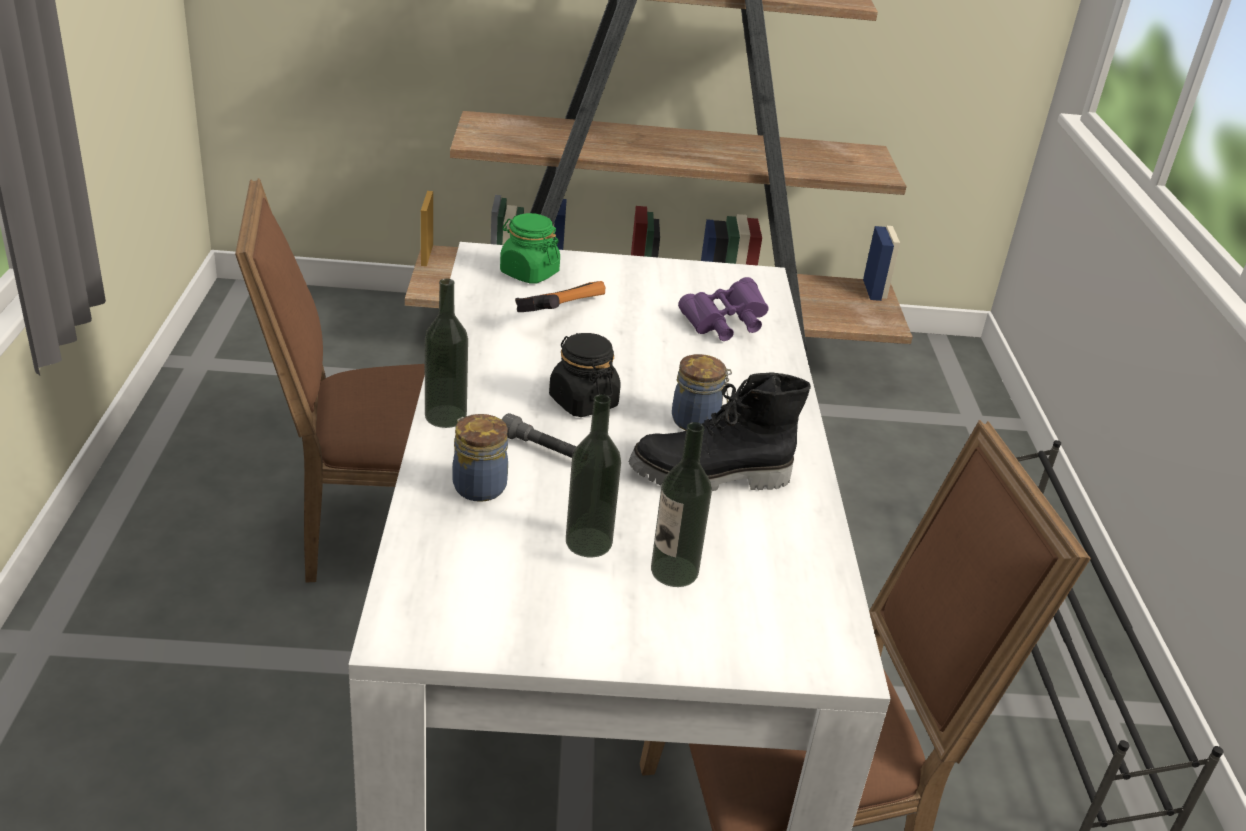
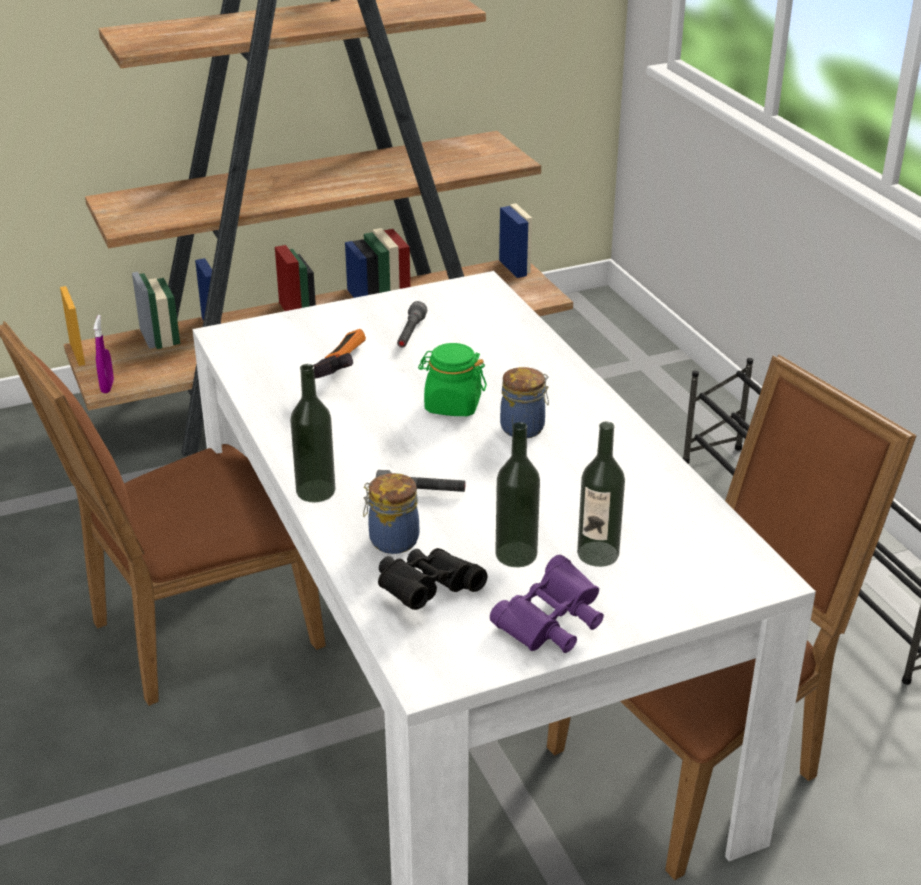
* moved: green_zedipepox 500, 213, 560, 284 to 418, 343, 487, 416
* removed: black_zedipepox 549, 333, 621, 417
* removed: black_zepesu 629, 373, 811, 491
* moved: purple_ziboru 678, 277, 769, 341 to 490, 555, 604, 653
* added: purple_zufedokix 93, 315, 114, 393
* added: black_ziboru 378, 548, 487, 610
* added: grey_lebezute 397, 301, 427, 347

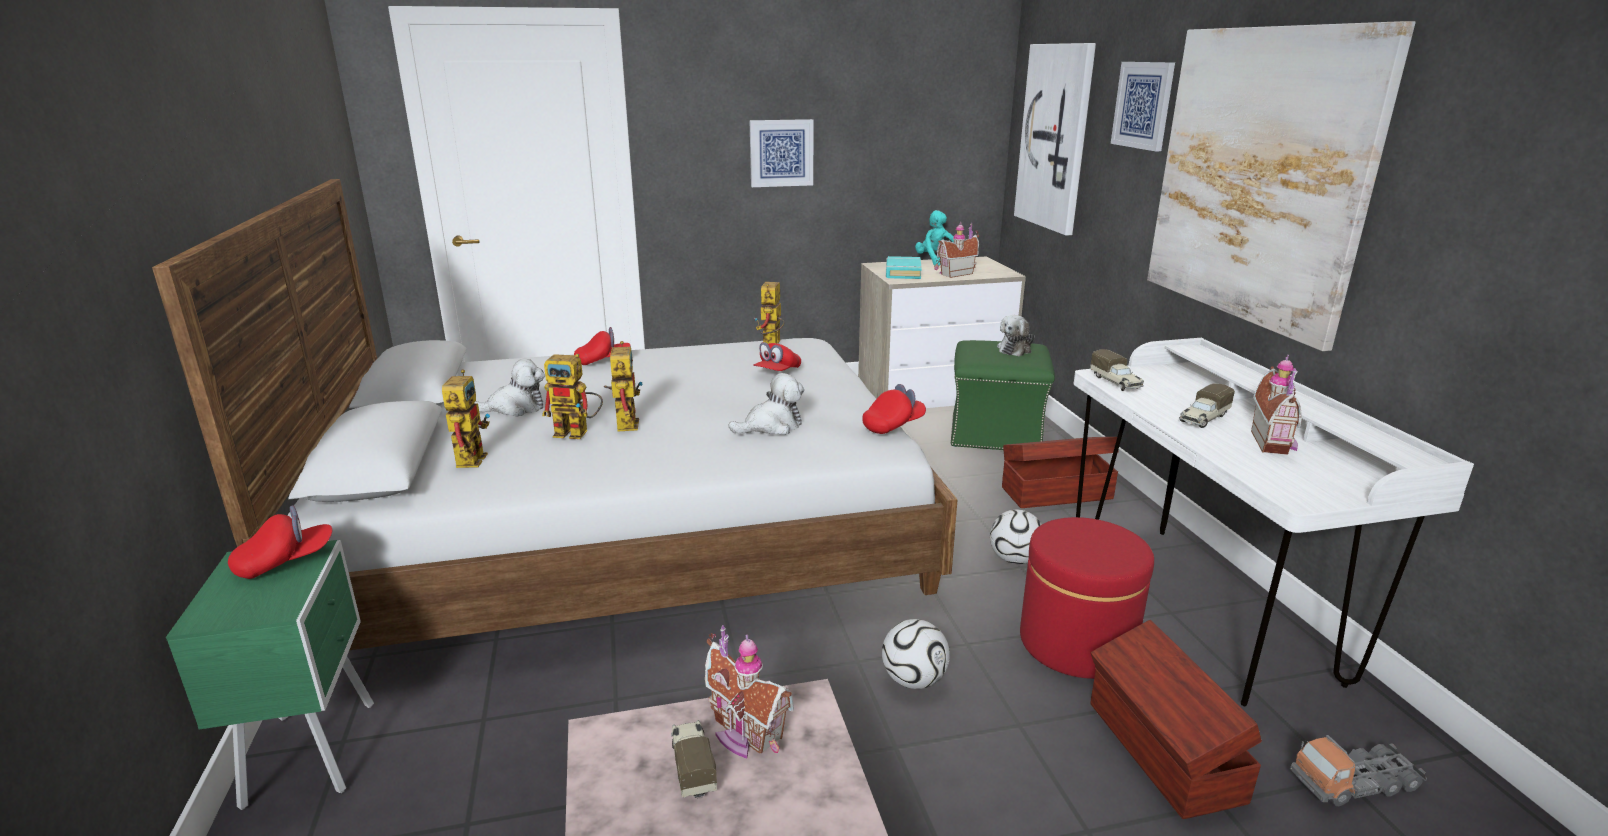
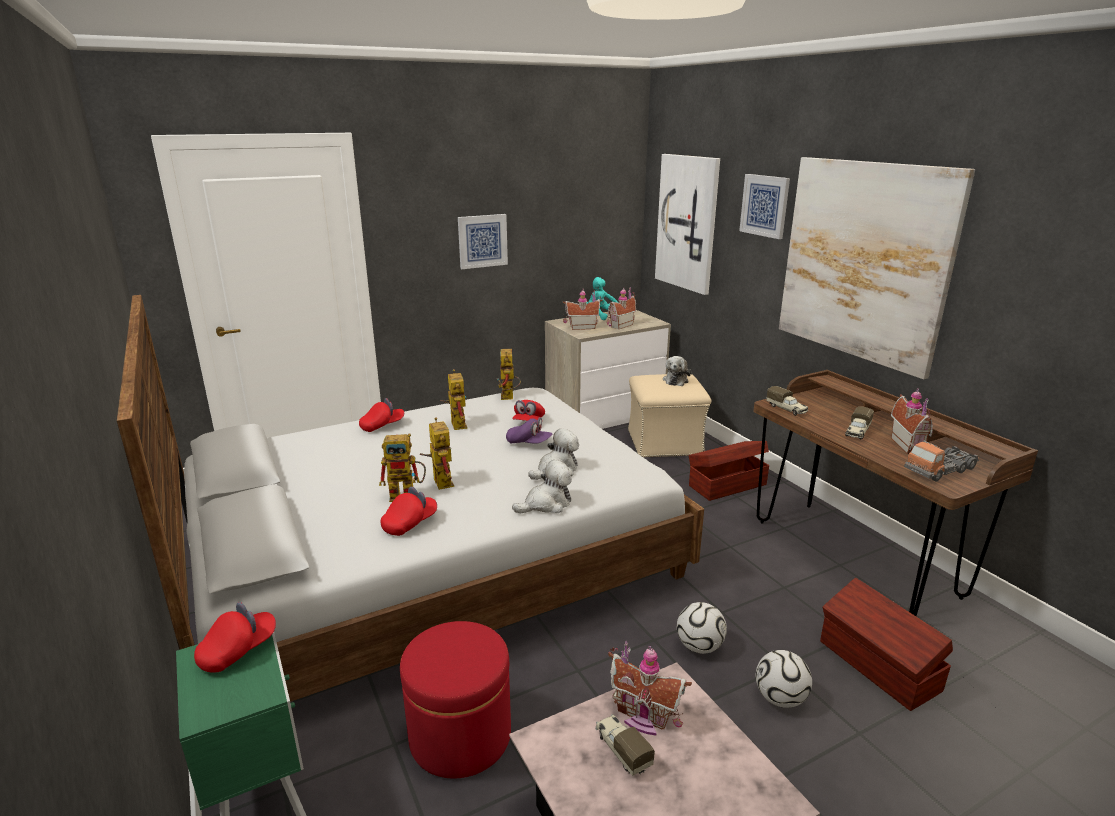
* moved: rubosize 442, 369, 490, 468 to 440, 369, 468, 430
* moved: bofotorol 474, 359, 545, 417 to 512, 460, 573, 513
* moved: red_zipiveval 862, 384, 926, 434 to 381, 487, 437, 536
* replaced: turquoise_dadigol 886, 256, 922, 279 to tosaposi 563, 289, 603, 330
* recoloured: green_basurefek 951, 340, 1055, 450 to beige_basurefek 628, 374, 711, 457
* moved: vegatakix 990, 509, 1042, 564 to 756, 650, 812, 708
* moved: red_basurefek 1020, 517, 1154, 679 to 400, 621, 511, 779
* recoloured: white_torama 1074, 338, 1474, 706 to brown_torama 753, 370, 1038, 616
* moved: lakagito 1290, 735, 1427, 806 to 904, 441, 979, 481
* added: purple_zipiveval 506, 417, 552, 444

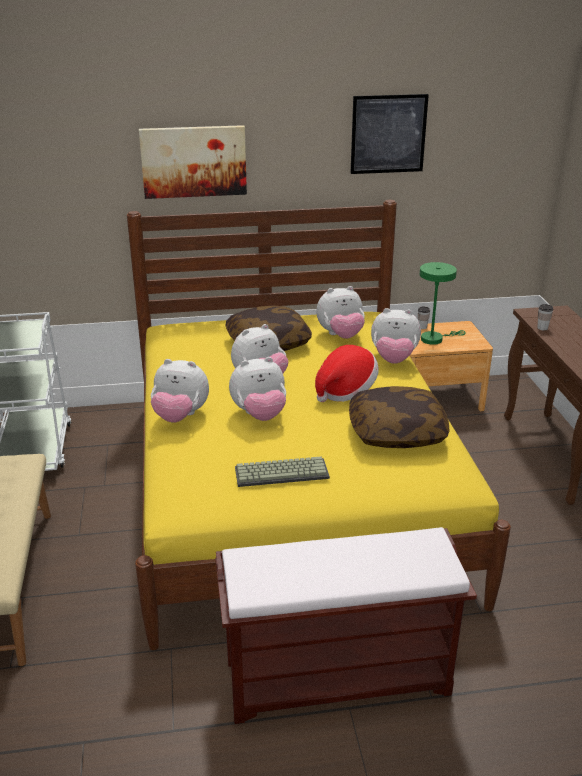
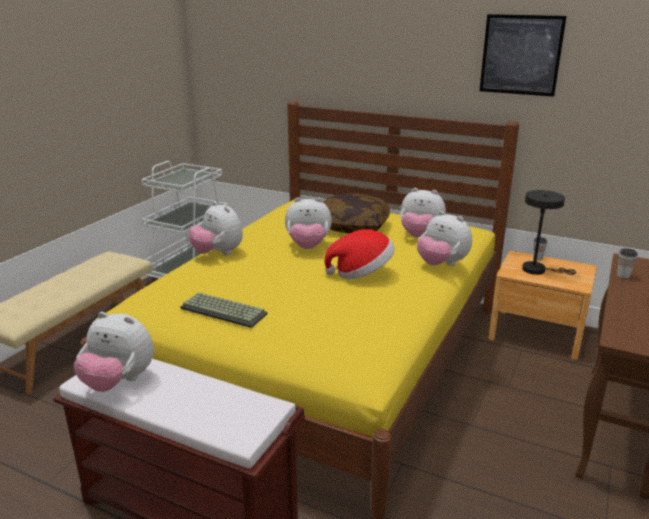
* removed: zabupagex 139, 125, 247, 199
* moved: bofotorol 229, 357, 286, 421 to 74, 312, 154, 392
* removed: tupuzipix 349, 386, 450, 448
* recoloured: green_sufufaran 420, 262, 466, 345 to black_sufufaran 522, 190, 576, 275

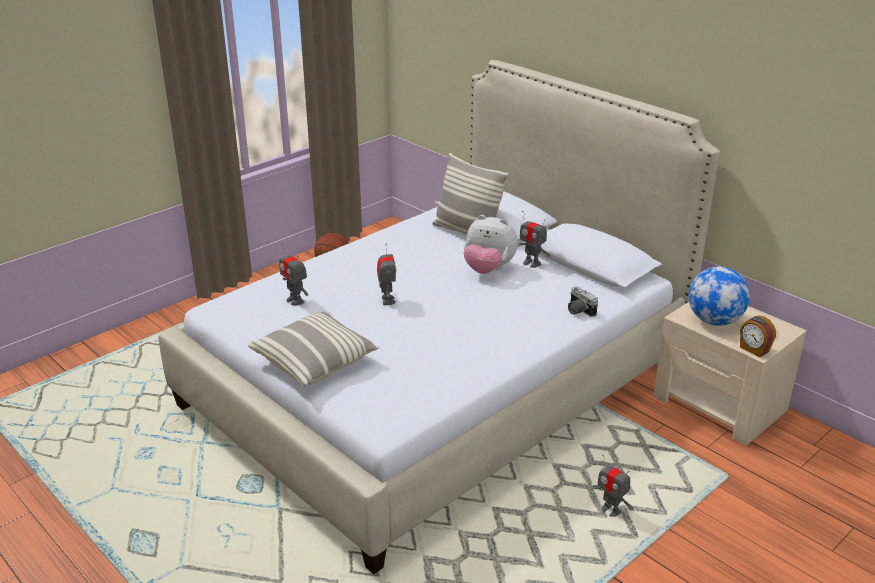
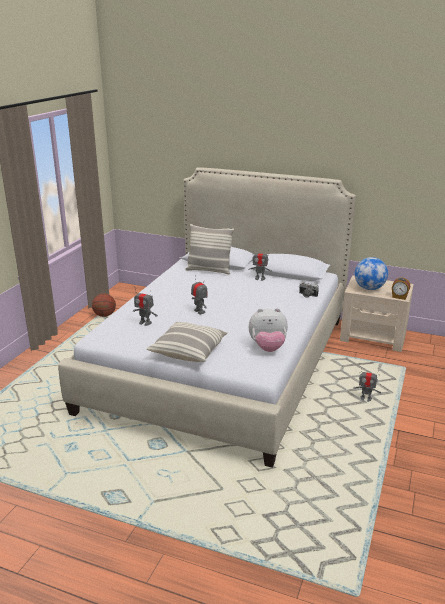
* moved: bofotorol 464, 215, 518, 274 to 249, 308, 288, 352

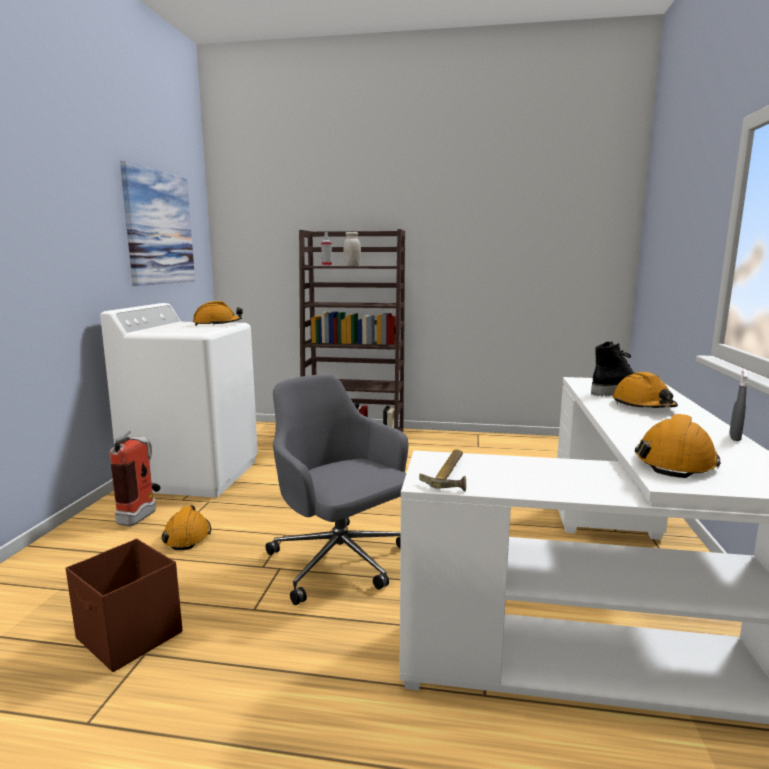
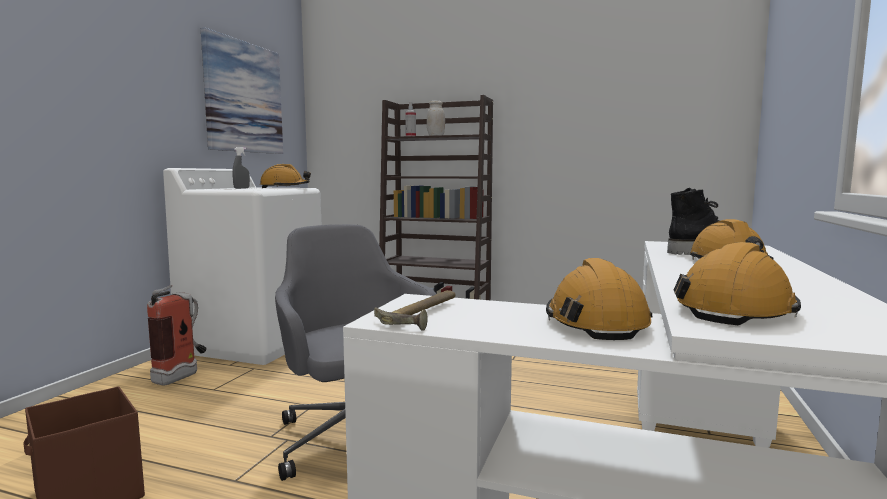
* moved: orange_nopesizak 161, 505, 211, 550 to 546, 258, 653, 340
* moved: grey_zufedokix 729, 370, 748, 441 to 232, 147, 250, 189

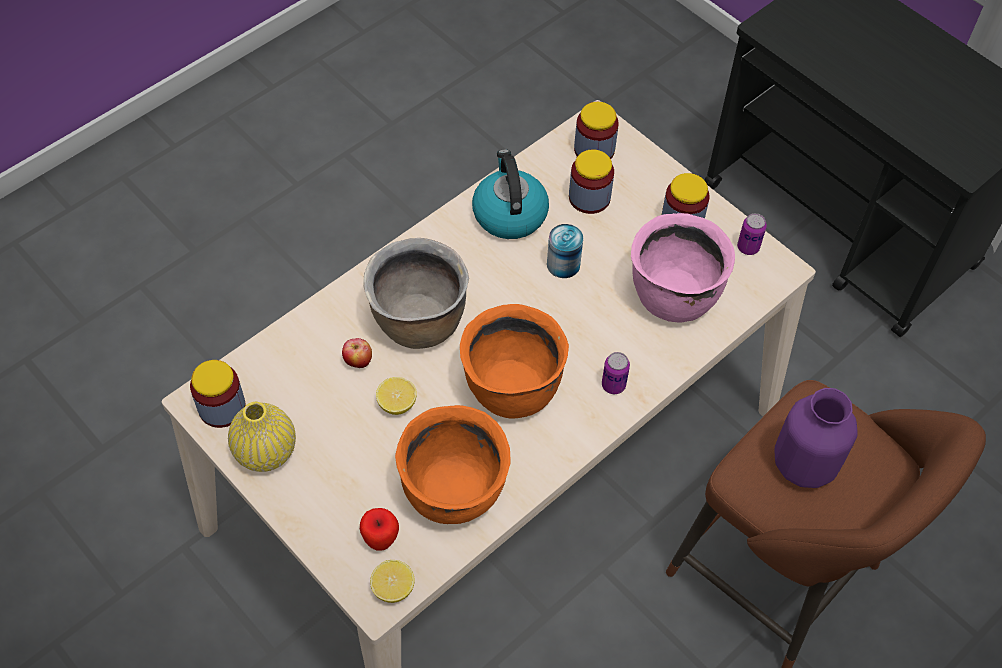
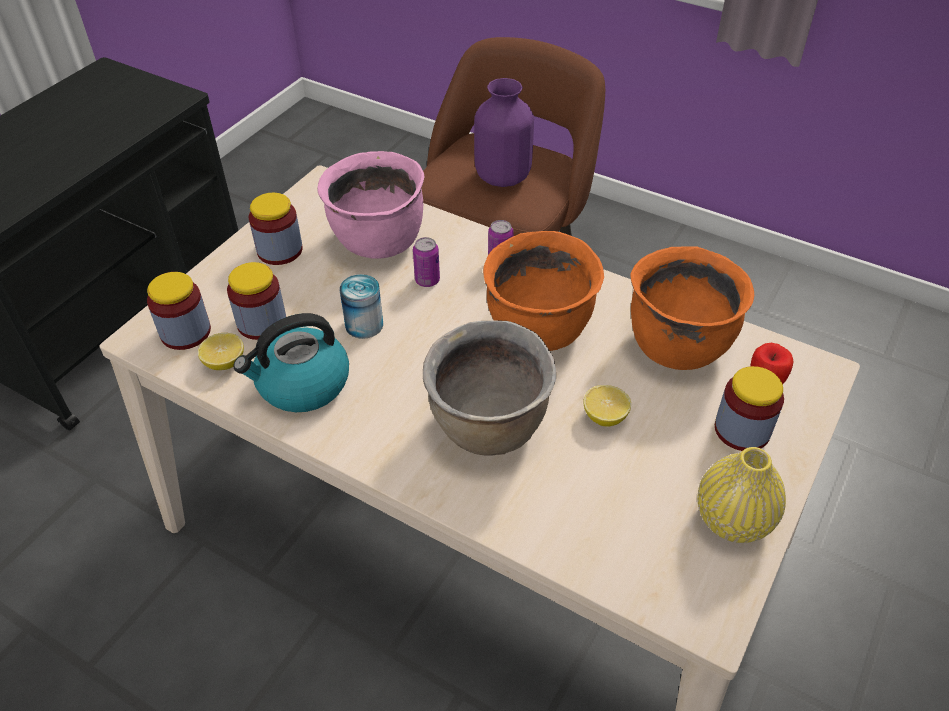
* moved: zedipepox 190, 360, 246, 428 to 715, 366, 784, 451
* removed: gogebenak 342, 338, 372, 368
* moved: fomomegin 370, 560, 414, 603 to 198, 333, 244, 370
* moved: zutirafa 737, 213, 767, 255 to 413, 237, 440, 287

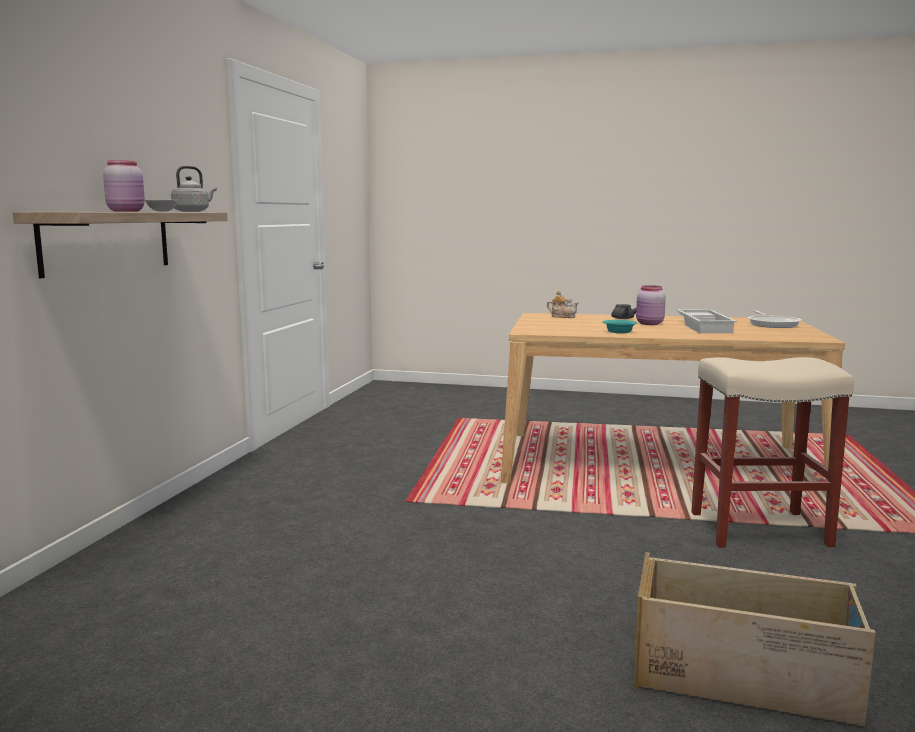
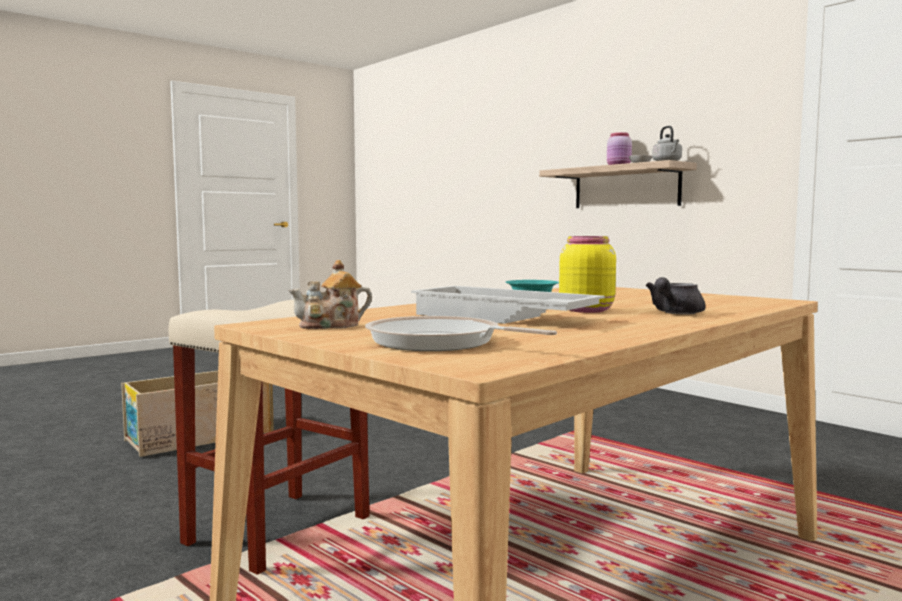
* moved: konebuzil 547, 291, 578, 318 to 288, 260, 372, 329
* recoloured: pink_zedipepox 636, 285, 666, 325 to yellow_zedipepox 559, 236, 616, 313

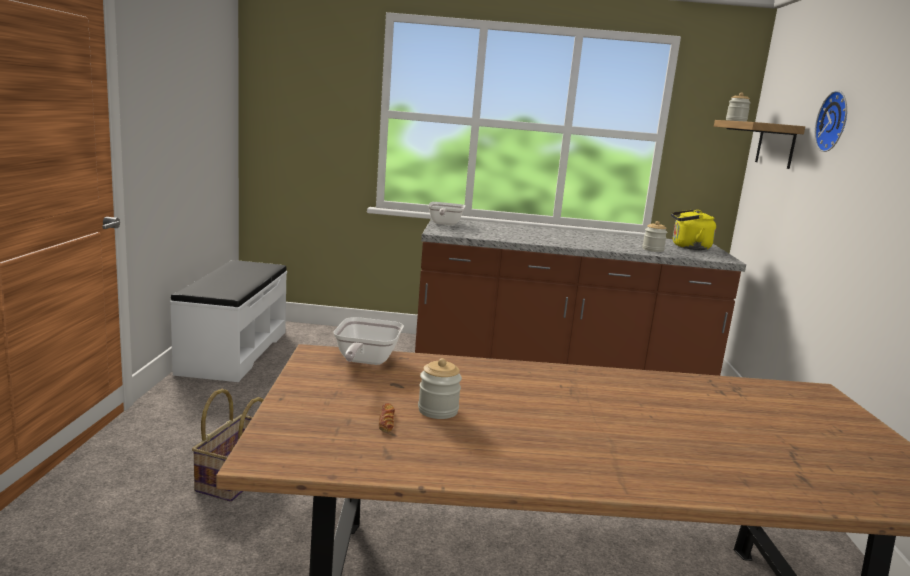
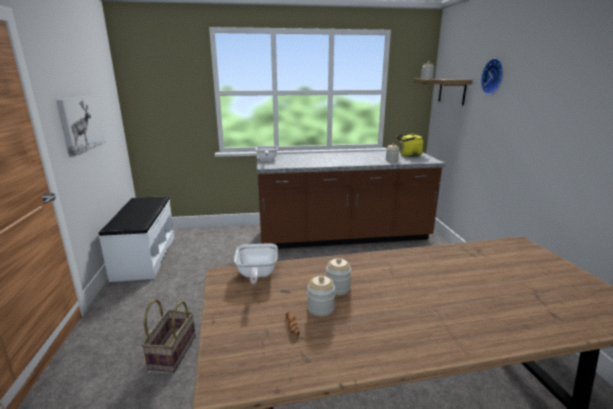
* added: zabupagex 56, 95, 106, 157
* added: zedipepox 326, 258, 351, 295

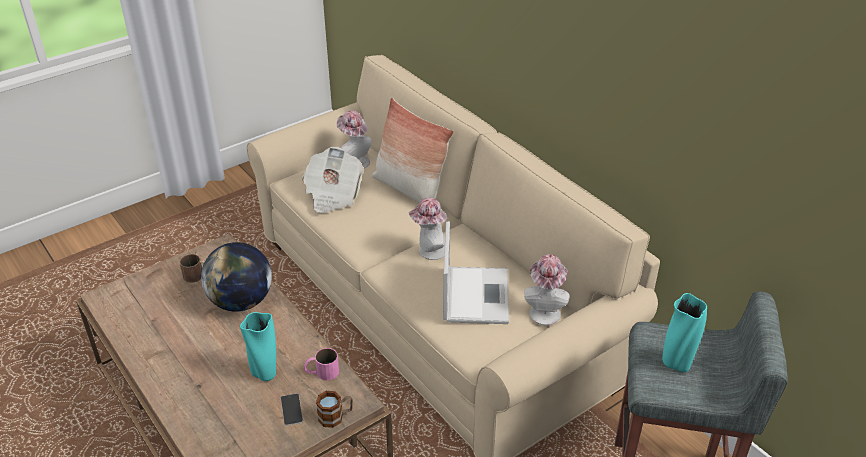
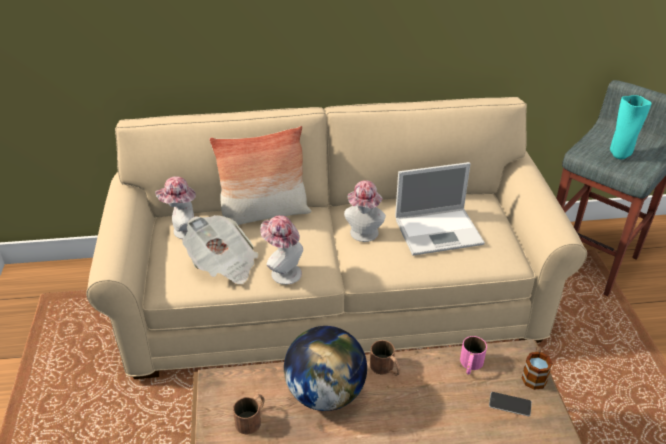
* removed: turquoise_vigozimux 240, 312, 276, 381
* turned: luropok 443, 221, 509, 324 = 395, 162, 485, 255 135 degrees clockwise
* moved: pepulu 524, 254, 570, 325 to 260, 215, 303, 285
* added: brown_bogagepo 370, 340, 401, 376

